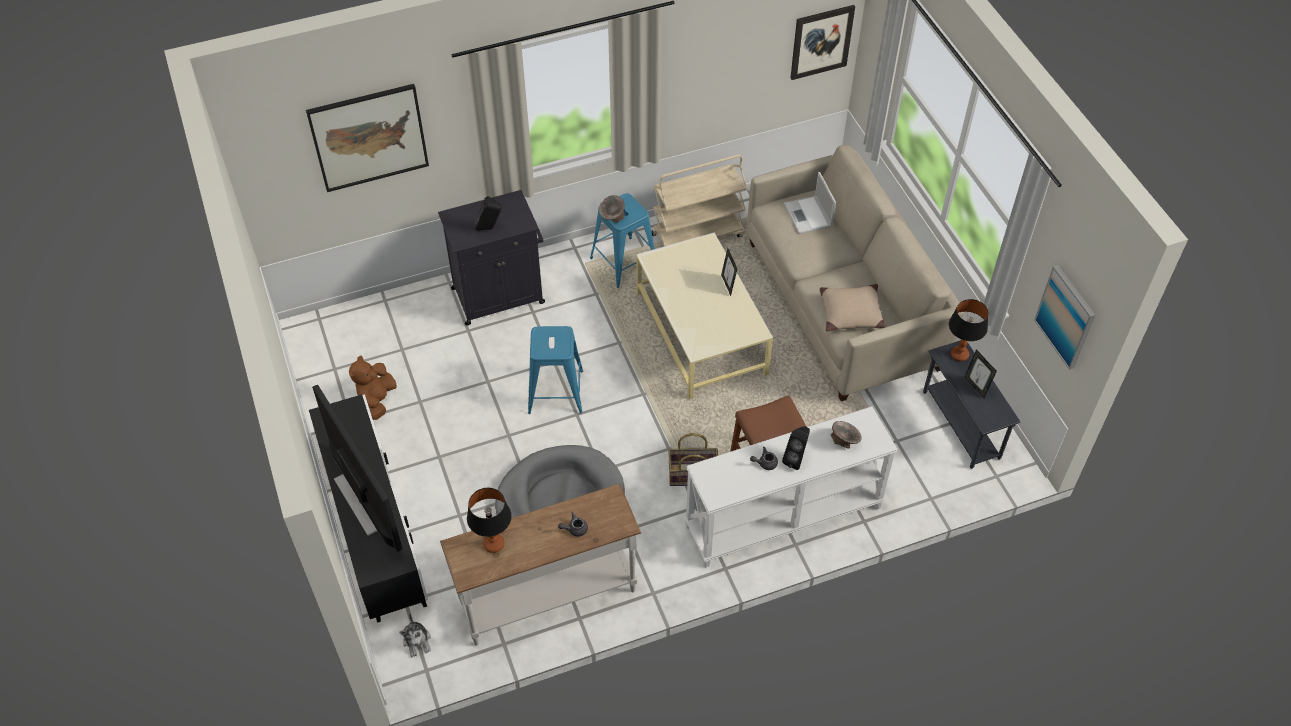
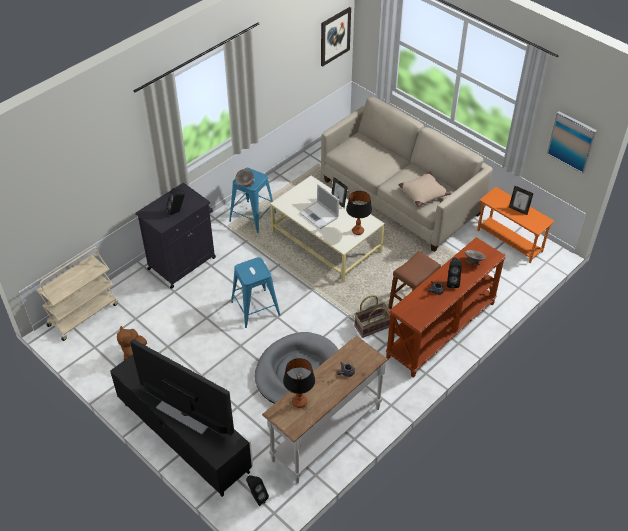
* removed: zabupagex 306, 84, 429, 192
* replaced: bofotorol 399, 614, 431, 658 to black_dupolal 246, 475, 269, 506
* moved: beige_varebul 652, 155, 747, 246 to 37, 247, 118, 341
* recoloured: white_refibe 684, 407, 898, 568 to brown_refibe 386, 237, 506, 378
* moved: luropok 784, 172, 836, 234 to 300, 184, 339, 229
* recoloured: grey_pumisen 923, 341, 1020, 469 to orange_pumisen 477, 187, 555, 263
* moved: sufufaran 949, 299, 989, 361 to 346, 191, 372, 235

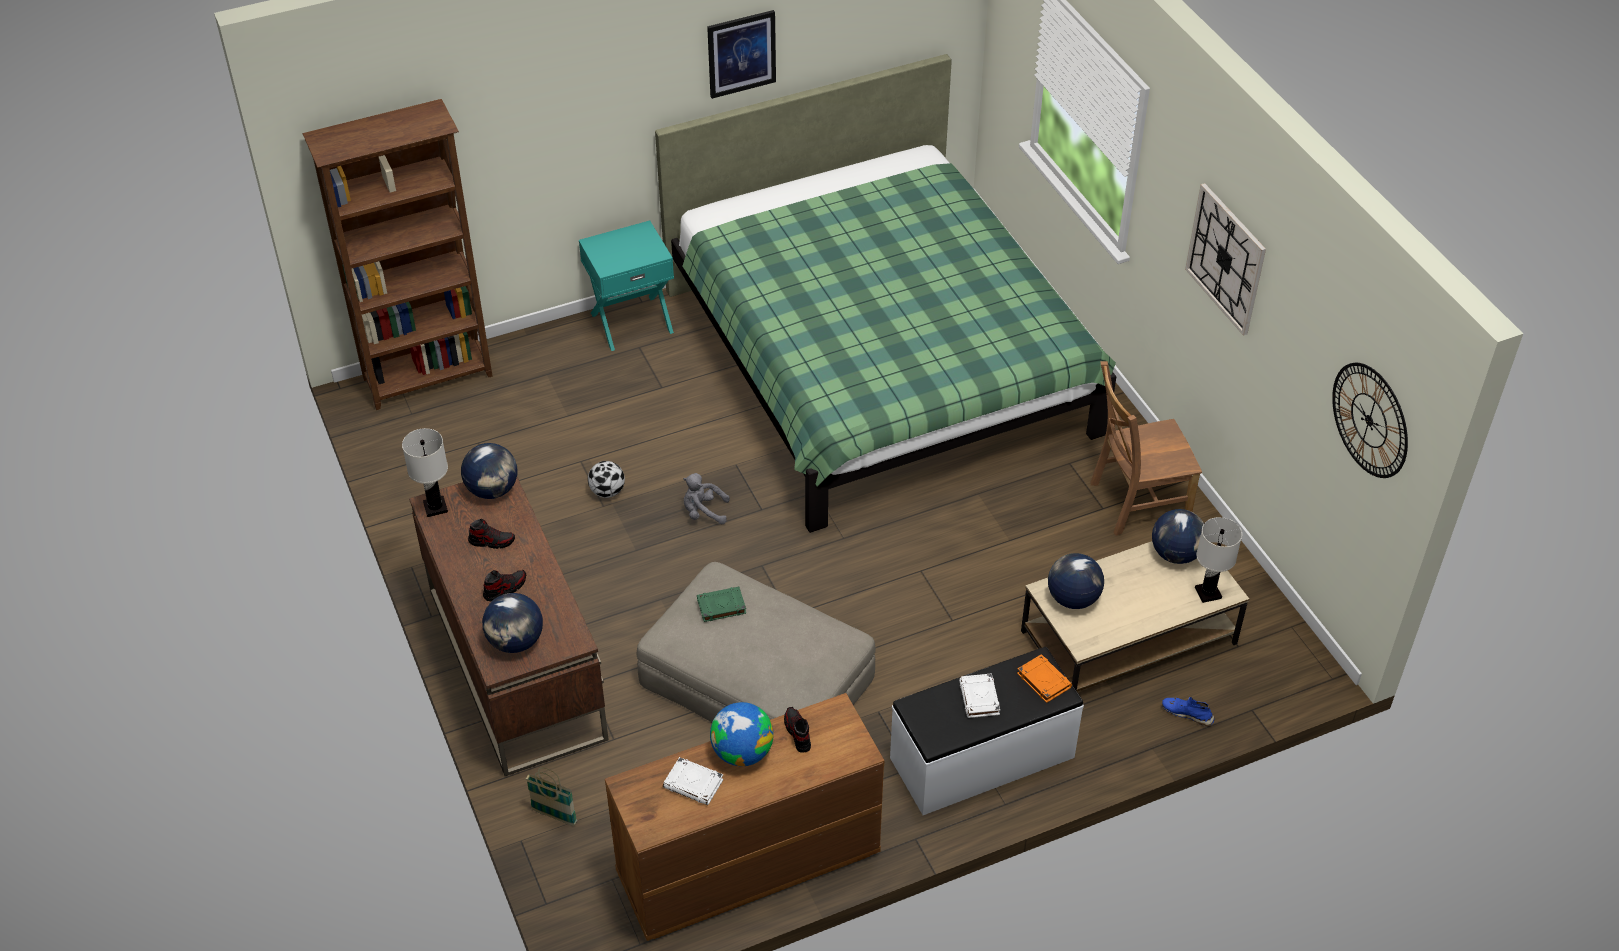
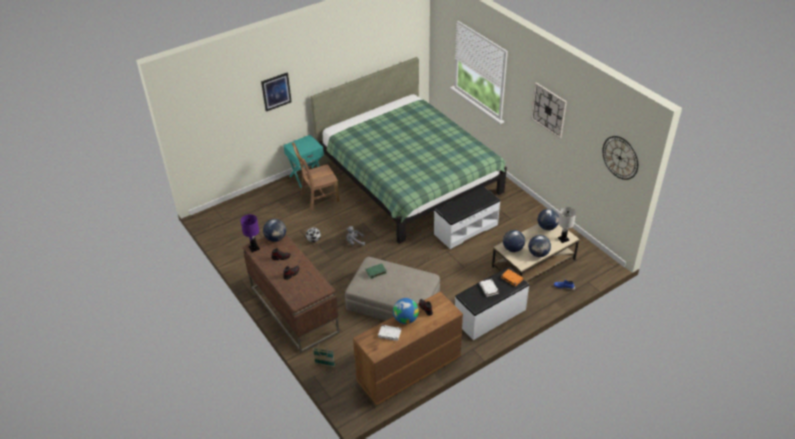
* removed: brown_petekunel 303, 99, 492, 410
* recoloured: white_sufufaran 402, 428, 448, 517 to purple_sufufaran 240, 214, 260, 252
* moved: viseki 482, 593, 543, 653 to 528, 235, 551, 257
* moved: zabupagex 707, 10, 776, 99 to 261, 73, 292, 112
* moved: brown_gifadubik 1090, 361, 1202, 536 to 292, 143, 339, 210
* added: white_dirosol 434, 186, 500, 249

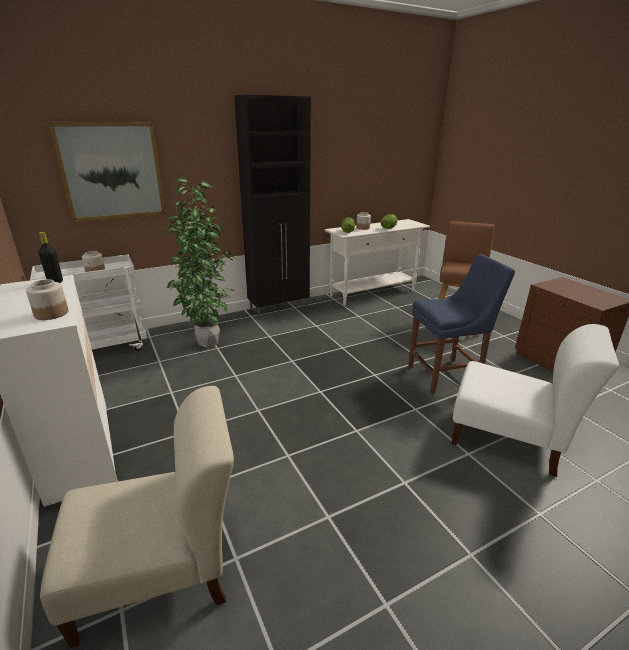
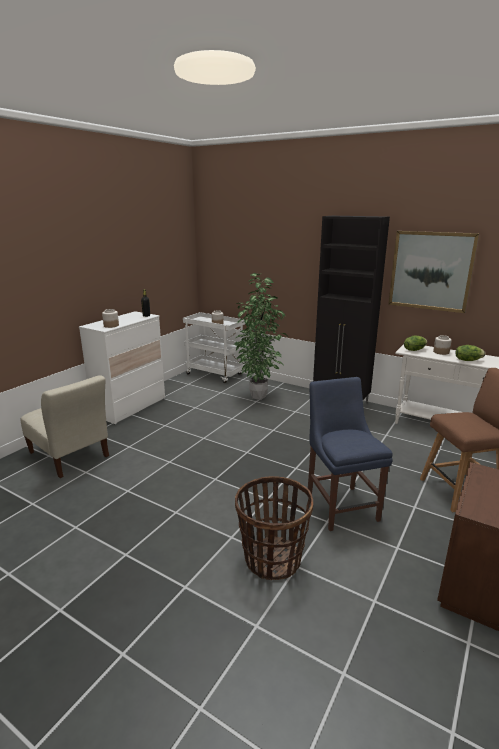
* moved: zabupagex 49, 122, 166, 222 to 388, 231, 479, 313
* turned: blue_gifadubik 408, 254, 515, 394 = 307, 377, 393, 531 150 degrees counterclockwise
* replaced: white_gifadubik 451, 324, 619, 477 to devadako 235, 476, 313, 580

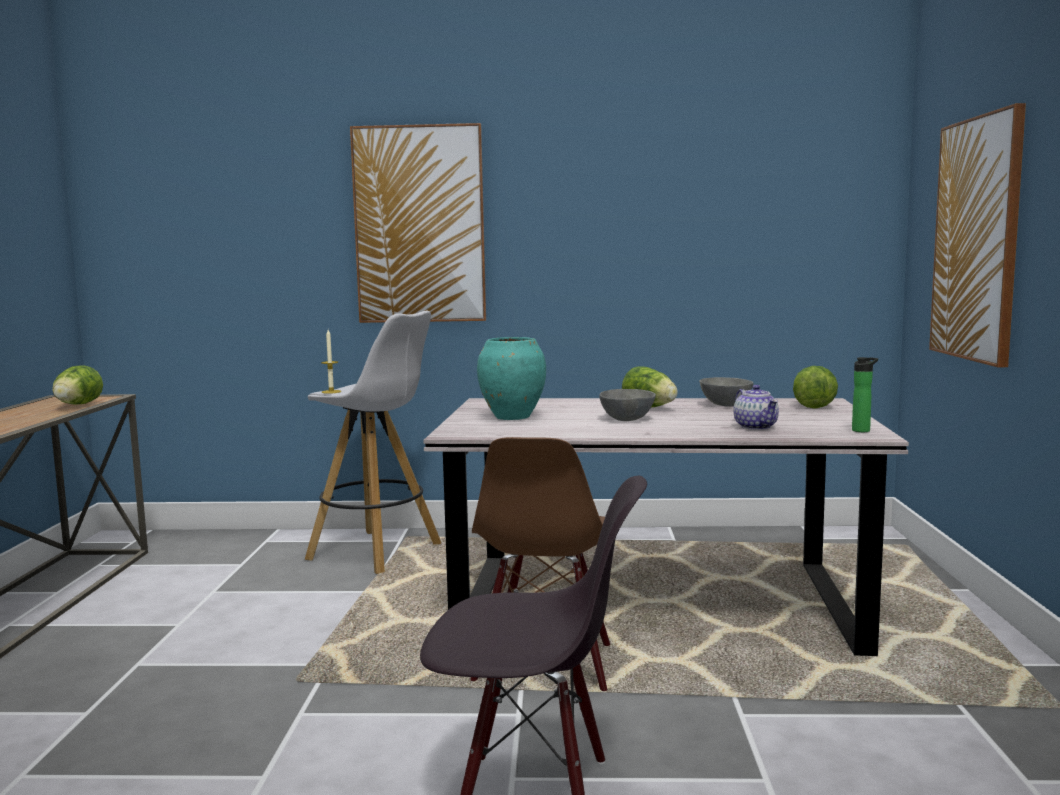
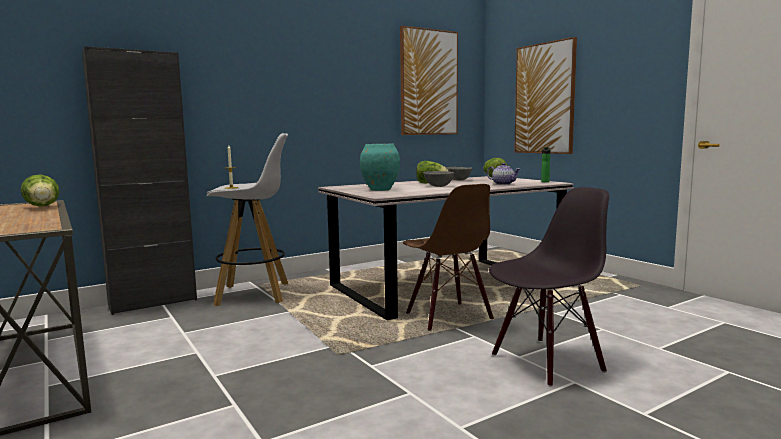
* moved: zabupagex 350, 123, 486, 323 to 400, 26, 458, 135
* added: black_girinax 82, 46, 197, 315

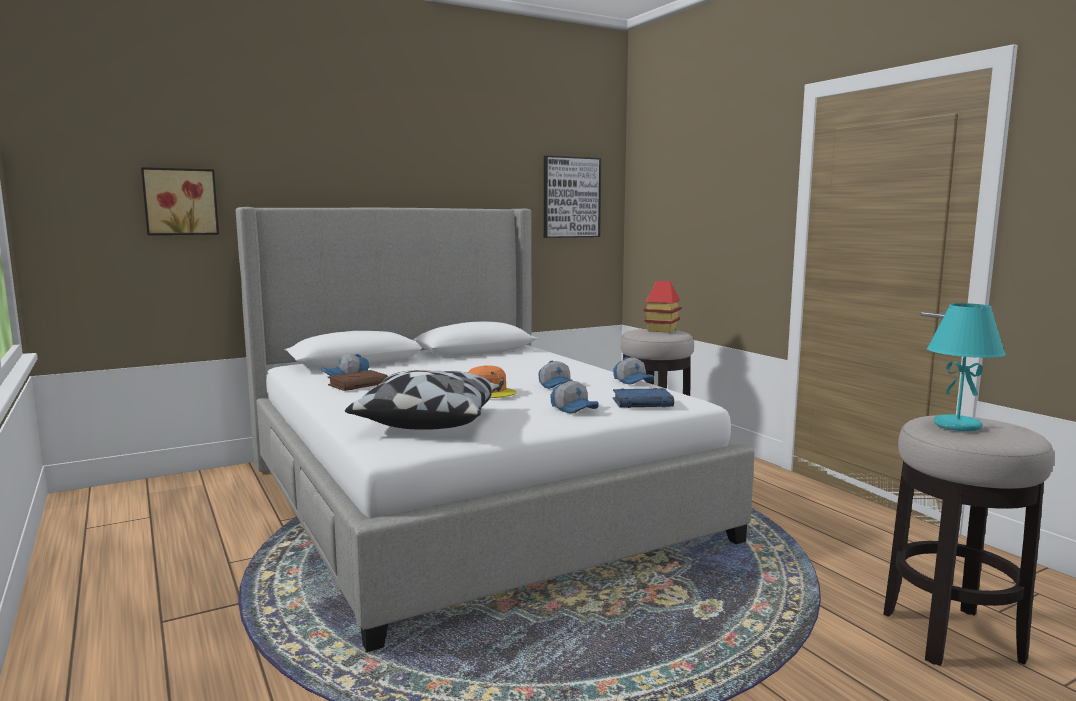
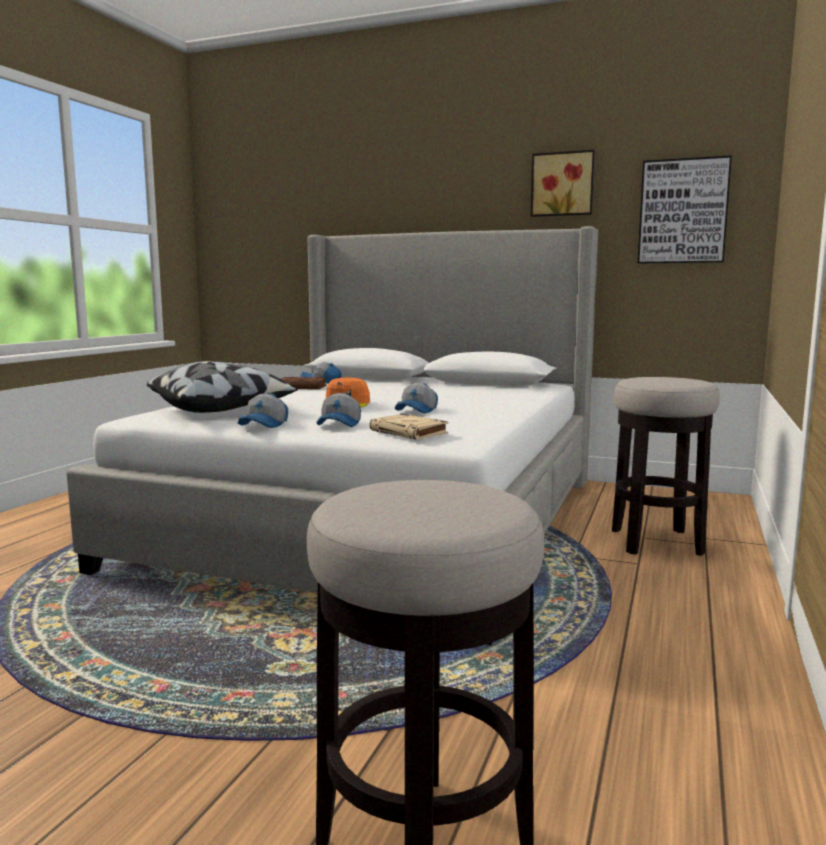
* moved: zabupagex 141, 167, 219, 235 to 530, 150, 595, 217
* moved: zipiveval 613, 357, 654, 385 to 238, 393, 288, 428
* recoloured: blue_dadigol 613, 388, 674, 408 to beige_dadigol 370, 414, 448, 440
* removed: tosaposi 644, 281, 681, 333
* removed: turquoise_sufufaran 927, 303, 1006, 431

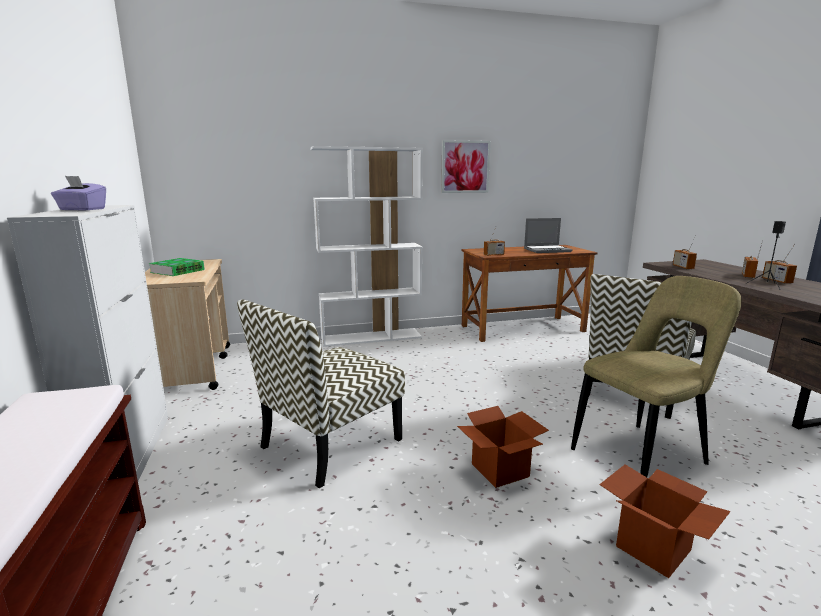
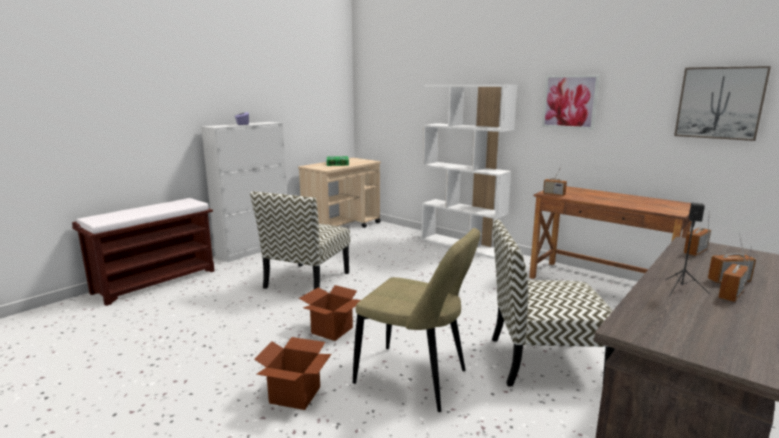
* turned: gifadubik 237, 300, 405, 488 = 250, 192, 350, 289 75 degrees counterclockwise
* removed: luropok 524, 218, 572, 253
* added: zabupagex 674, 66, 771, 141

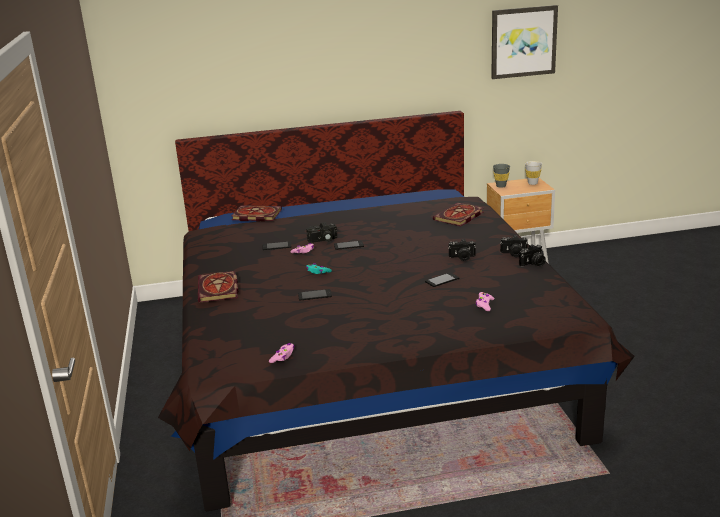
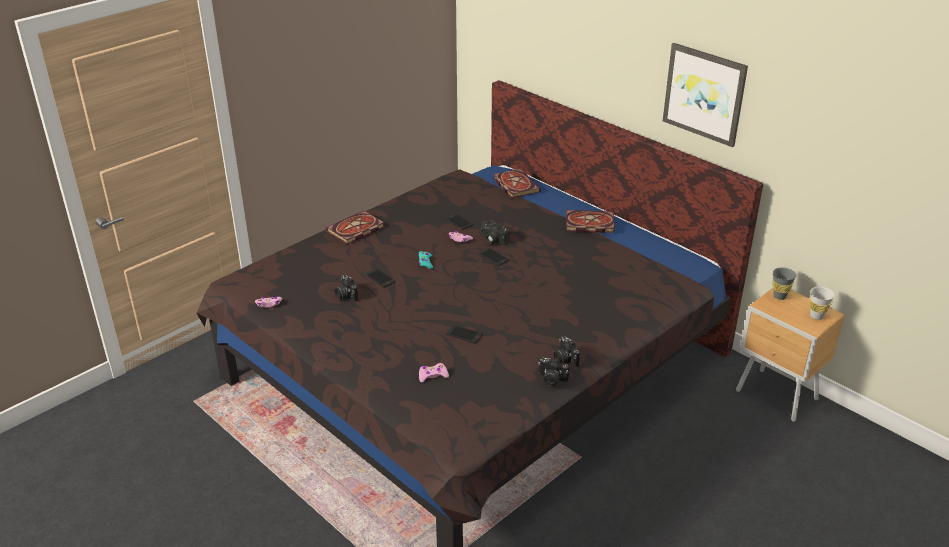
* moved: dadigol 433, 203, 483, 226 to 566, 210, 615, 233
* moved: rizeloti 448, 239, 476, 261 to 335, 275, 358, 301
* moved: zabupagex 491, 5, 558, 79 to 663, 43, 748, 147

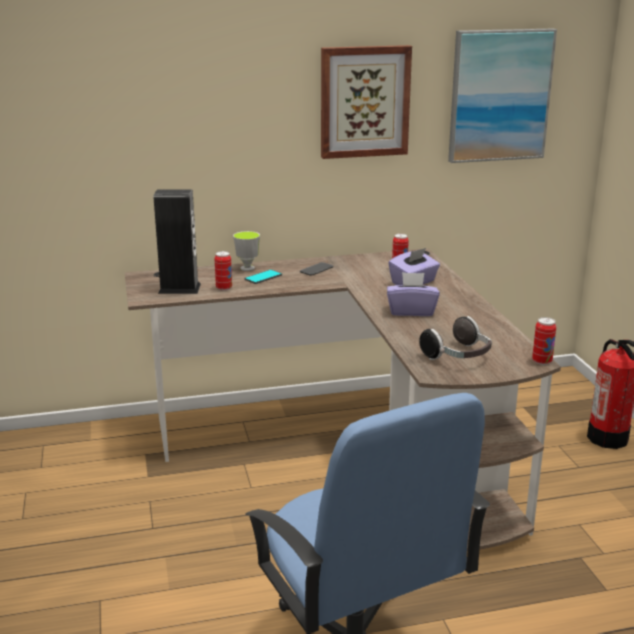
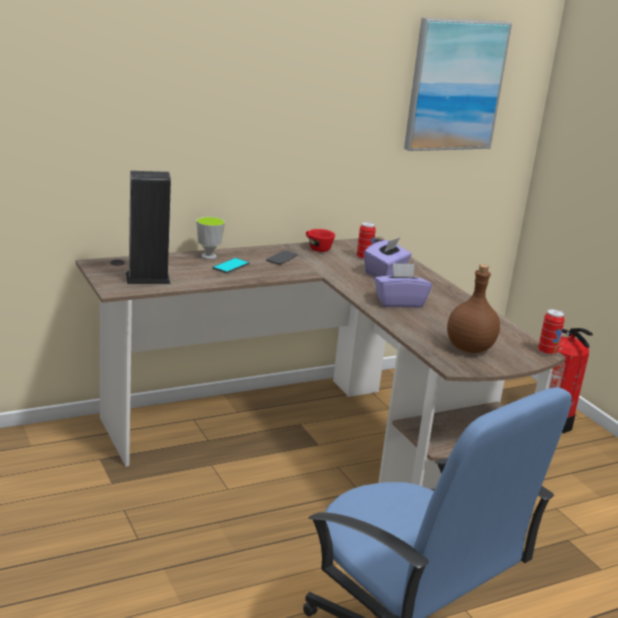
* removed: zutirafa 215, 251, 232, 291
* removed: zabupagex 321, 45, 412, 159
* replaced: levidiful 419, 316, 492, 360 to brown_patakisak 447, 264, 500, 353
* added: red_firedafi 306, 229, 335, 252

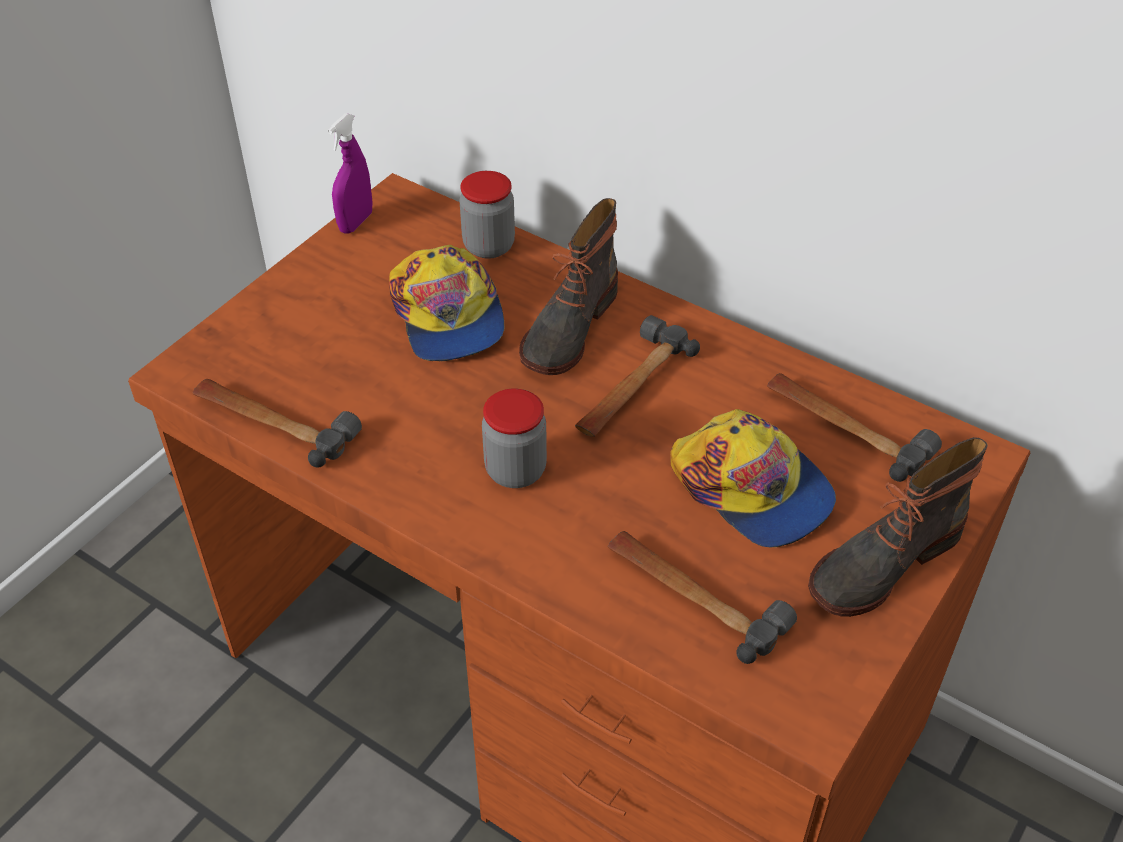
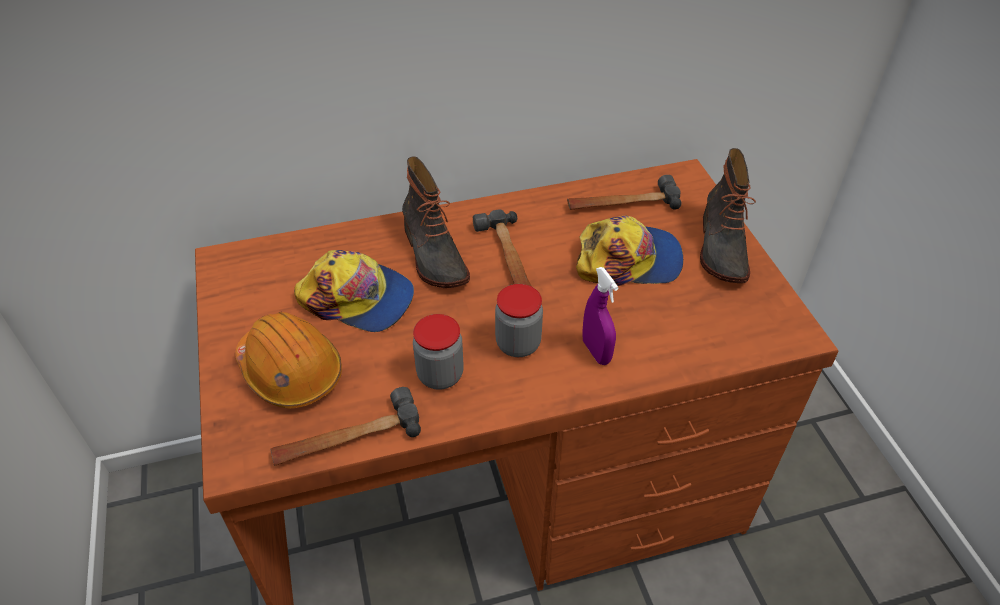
* moved: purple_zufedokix 328, 113, 372, 234 to 582, 267, 619, 365
* moved: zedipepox 459, 171, 515, 259 to 413, 314, 464, 390
* removed: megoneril 608, 531, 797, 664
* added: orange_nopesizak 235, 312, 342, 408

